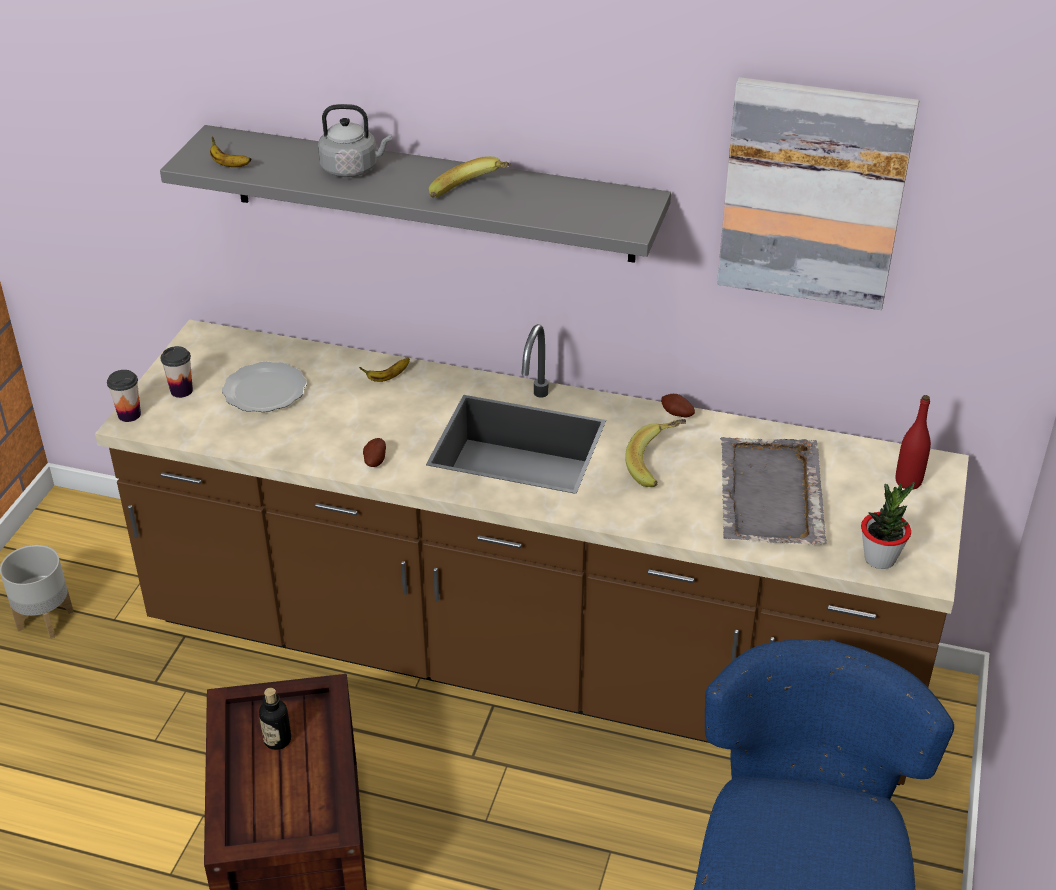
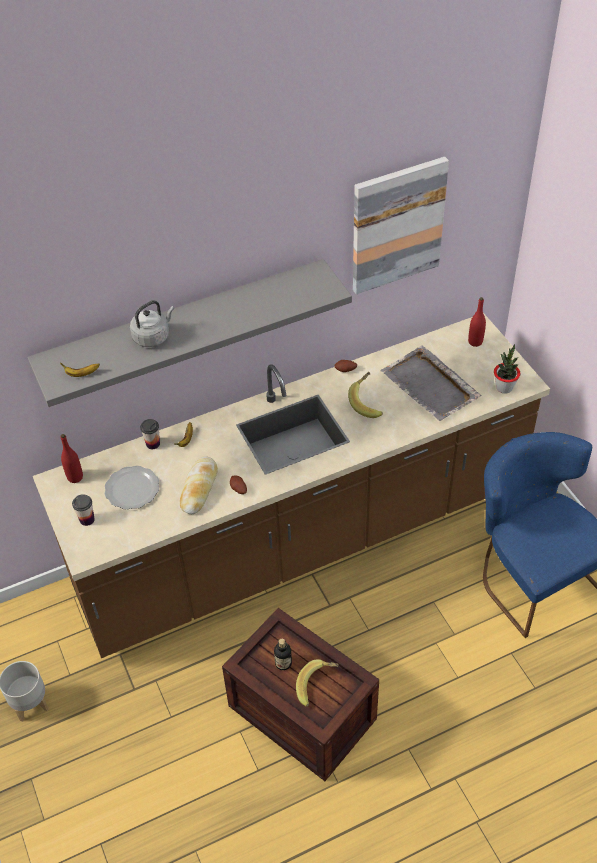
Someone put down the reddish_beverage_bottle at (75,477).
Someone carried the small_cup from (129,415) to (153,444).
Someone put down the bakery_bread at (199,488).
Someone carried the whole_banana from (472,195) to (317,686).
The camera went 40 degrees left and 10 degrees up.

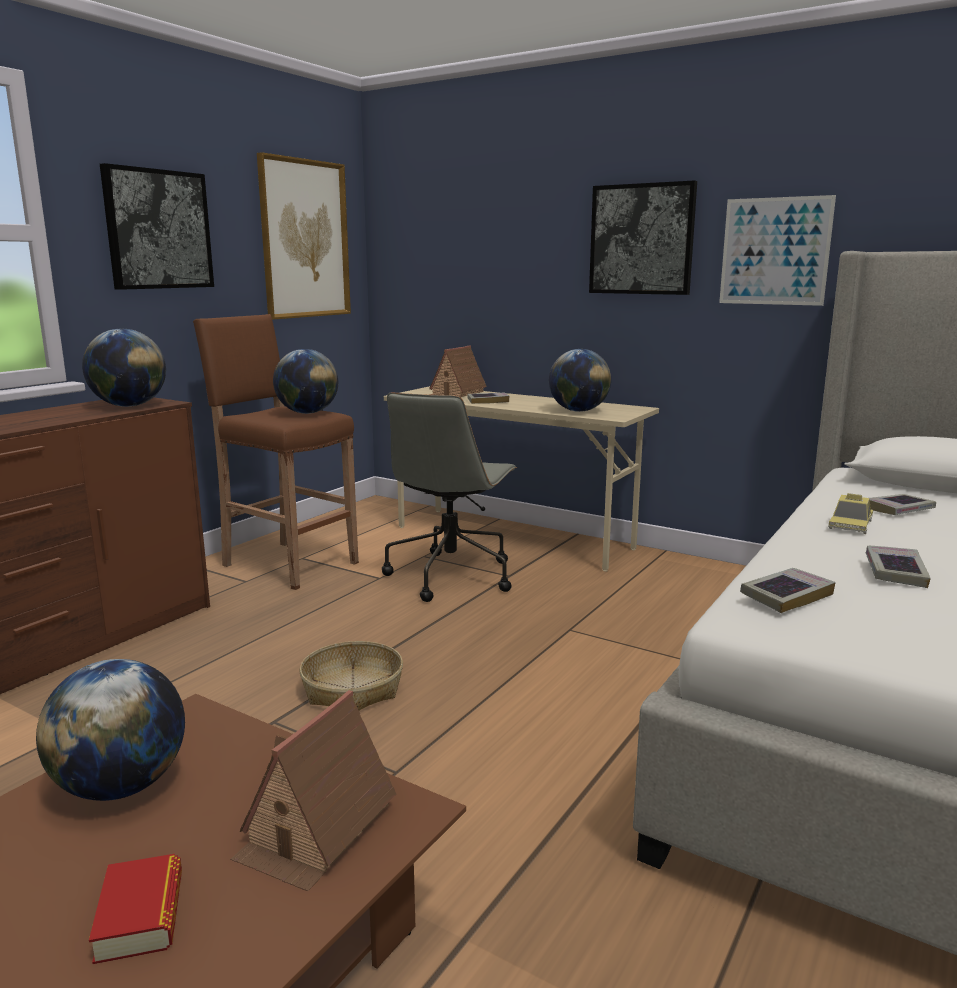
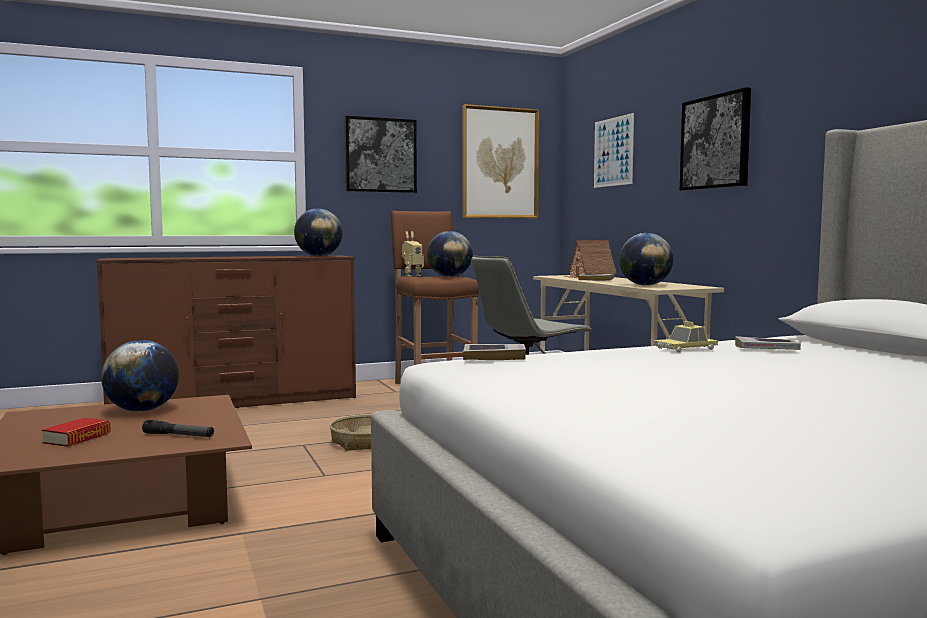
Someone swapped the miniature_house at (316,829) for the torch at (178,435).
Someone put down the toy_robot at (411,276).
Someone carried the picture from (775,251) to (613,152).
Someone took away the bound_book at (895,572).
The camera went 35 degrees right and 10 degrees down.

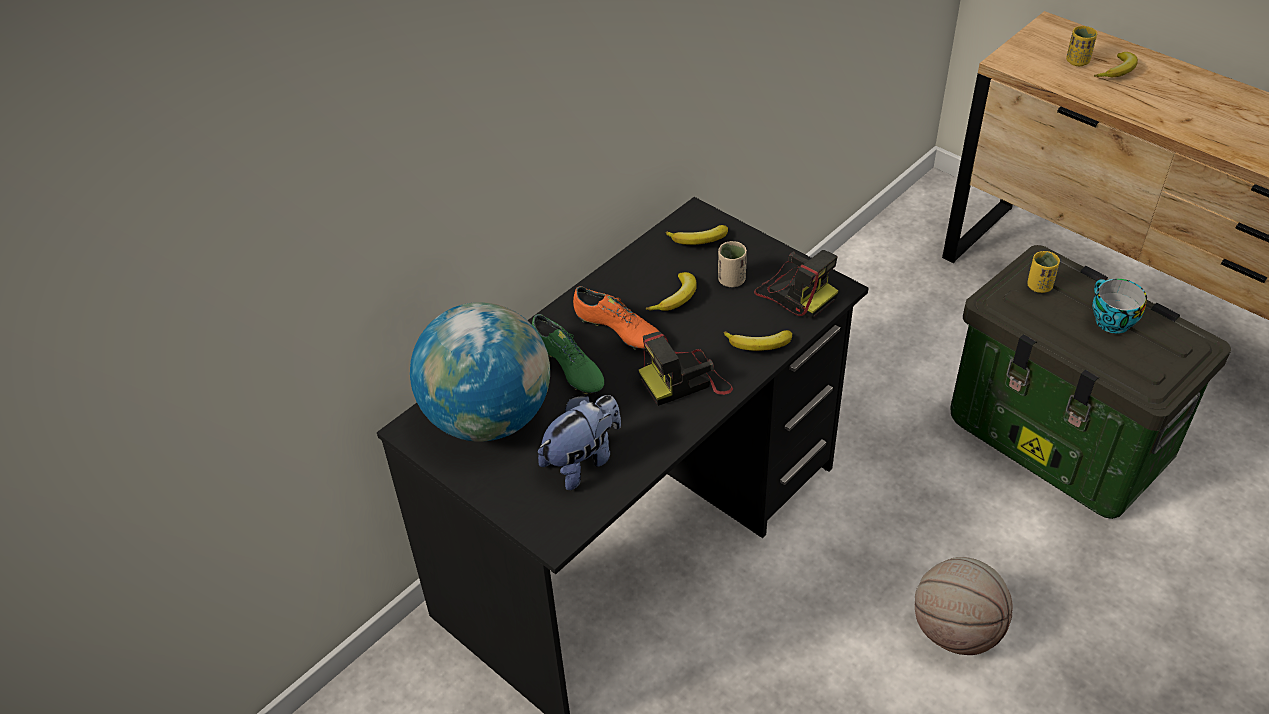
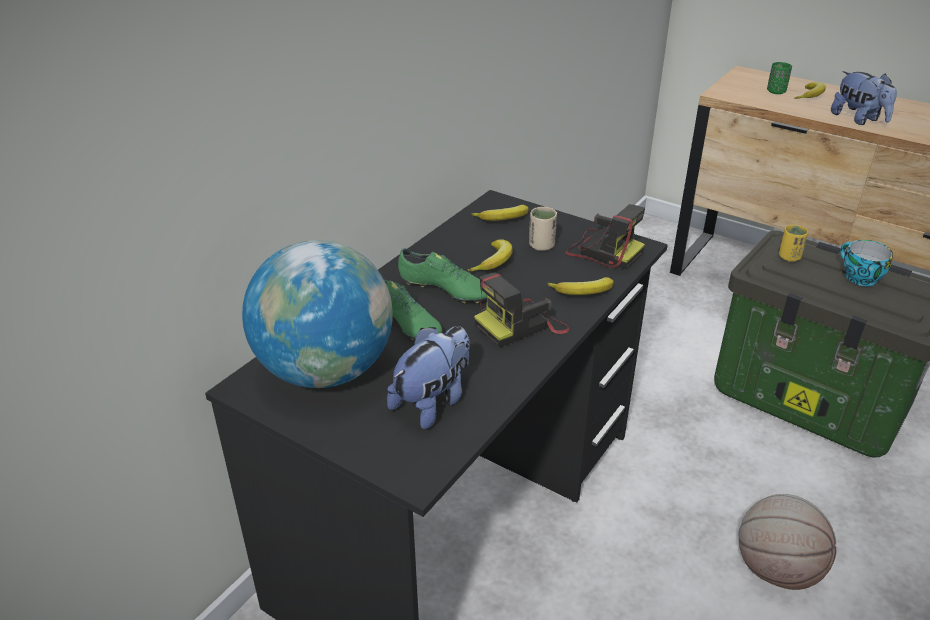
Someone repainted the orange_item_of_footwear at (618,331), which became the green_item_of_footwear at (444,290).
Someone repainted the yellowish_small_cup at (1077,61), which became the green_small_cup at (776,91).
Someone put down the plush_toy at (858,119).
The camera went 10 degrees left and 10 degrees down.

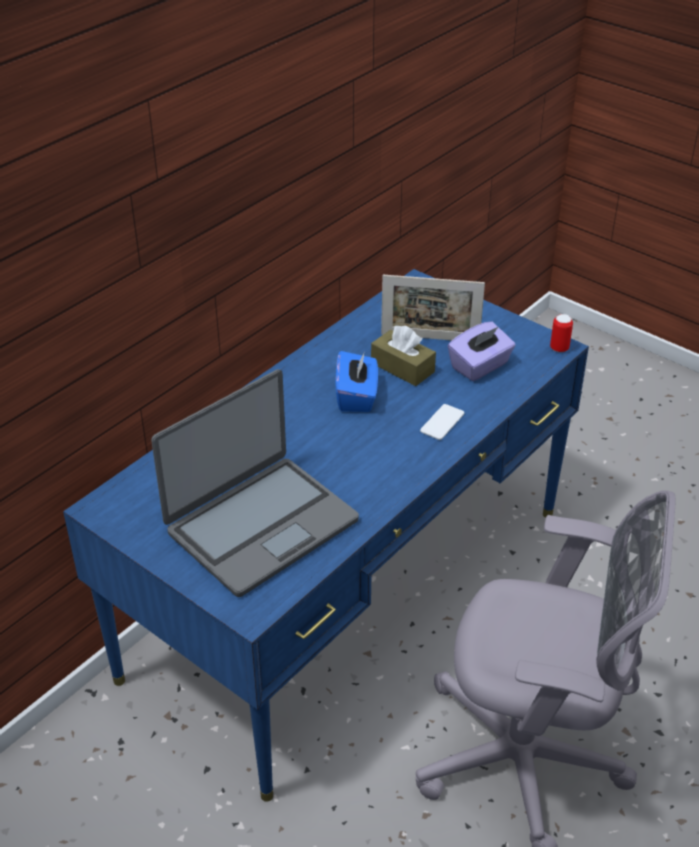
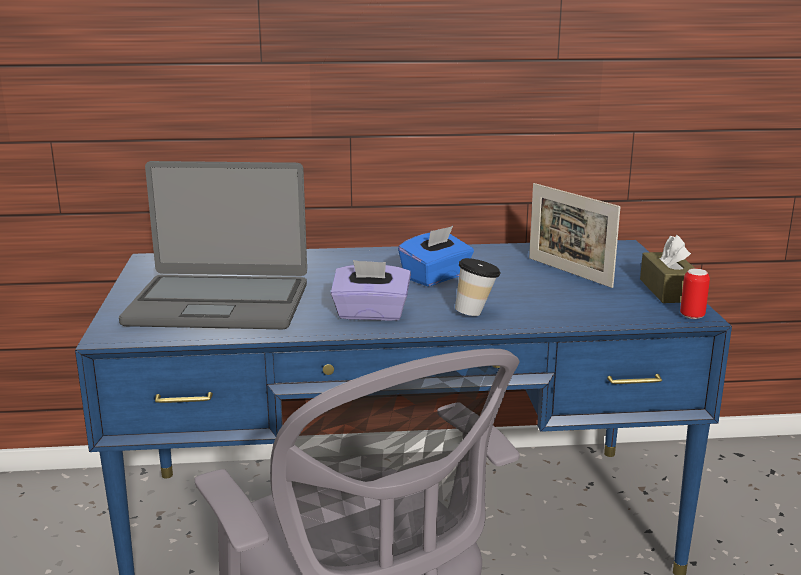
Someone carried the purplish_box_of_tissues from (480,366) to (371,314).
Someone swapped the handset at (442,422) for the small_cup at (476,313).
Someone carried the brown_box_of_tissues from (402,367) to (668,290).
The camera went 45 degrees right and 20 degrees down.

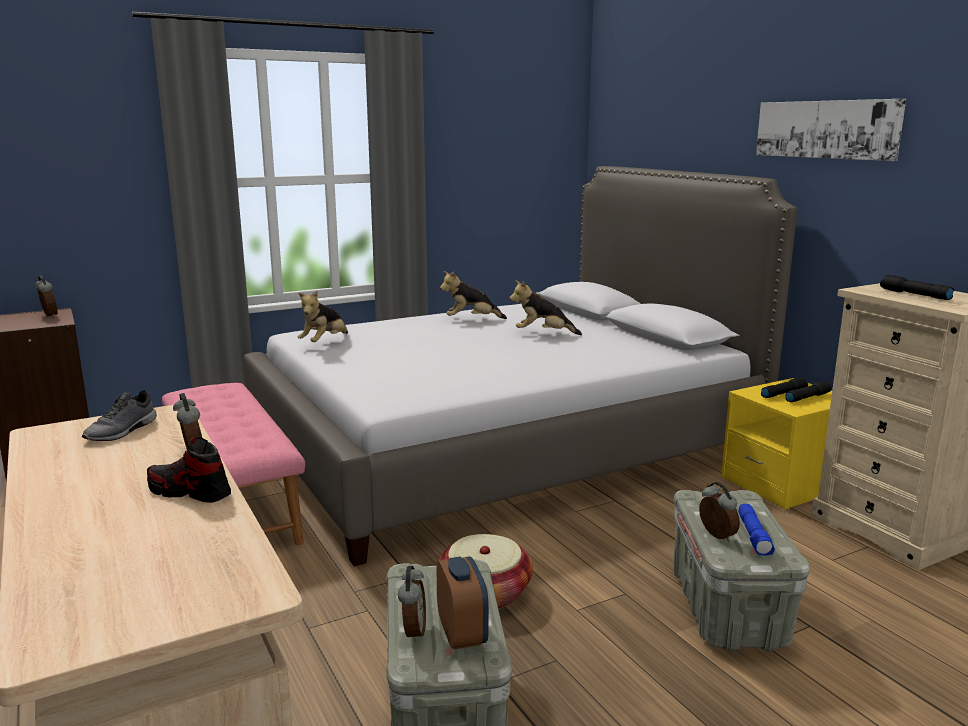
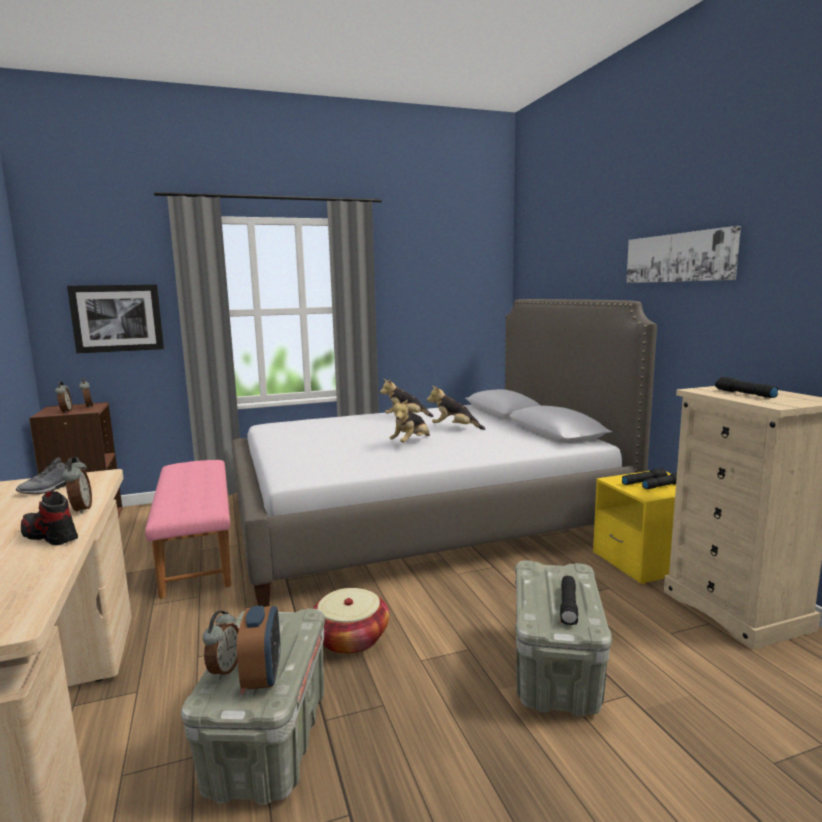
Someone carried the bedside_clock from (716,536) to (65,412).
Someone put up the picture at (117,318).
Someone carried the plush_toy from (324,342) to (411,443).
Someone repainted the blue-coloured_torch at (754,537), which became the black-coloured_torch at (569,606).
The camera went 10 degrees right and 5 degrees down.

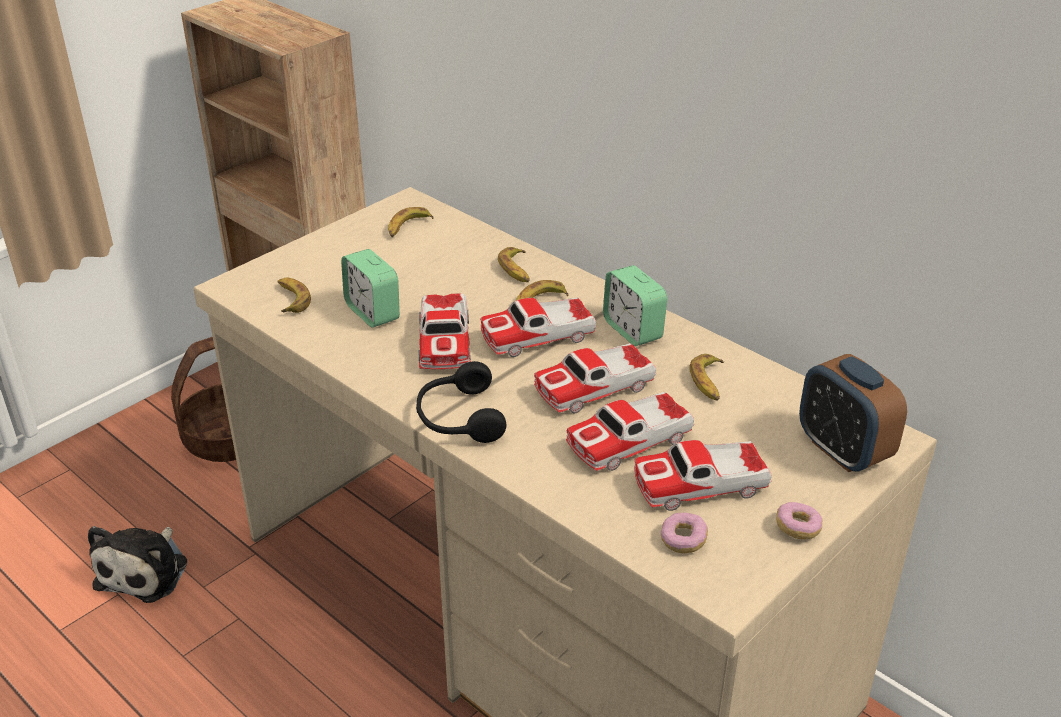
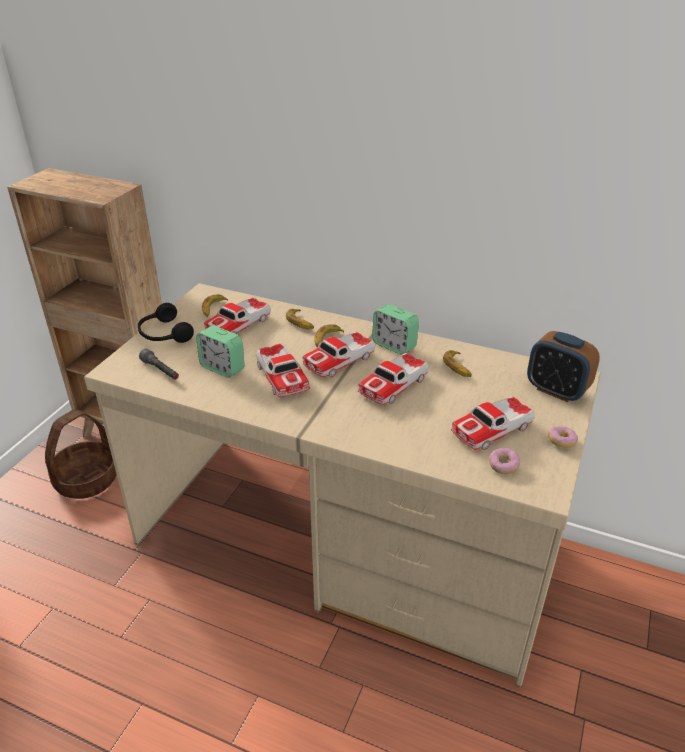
Someone carried the black-coloured_headset from (458,418) to (163,334).
Someone swapped the whole_banana at (291,299) for the gray_torch at (161,370).
Someone carried the miniature_car from (630,441) to (239,325).
Someone took away the plush_toy at (145,571).
The camera went 20 degrees left and 0 degrees up.

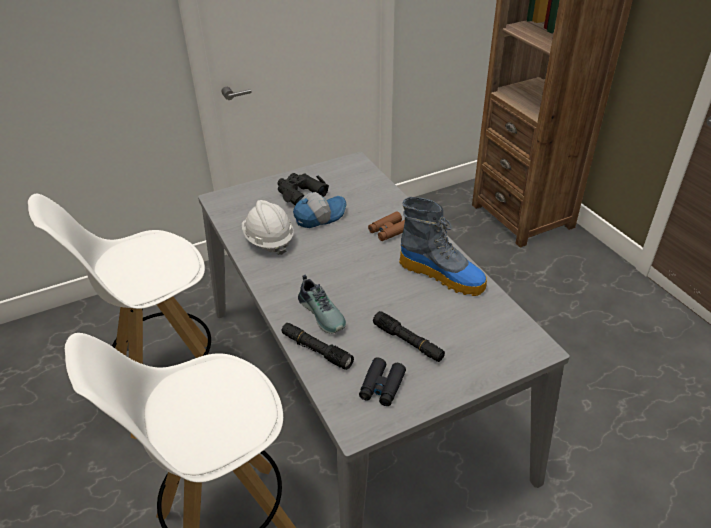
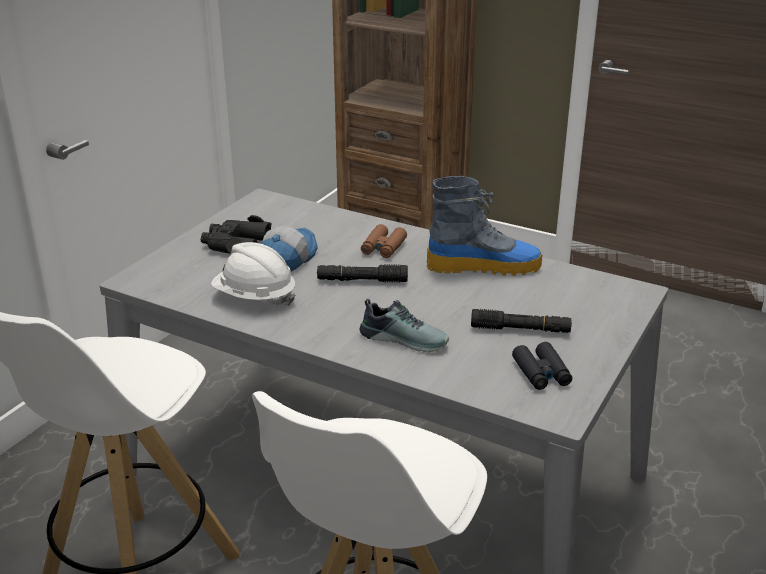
Someone carried the black-coloured_torch from (316,350) to (362,280).
The camera went 35 degrees left and 10 degrees down.

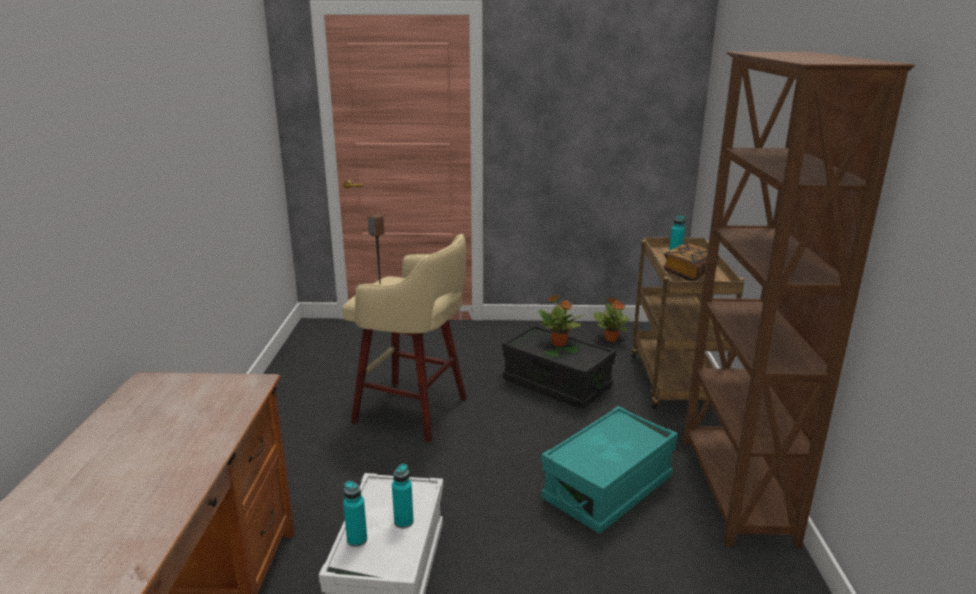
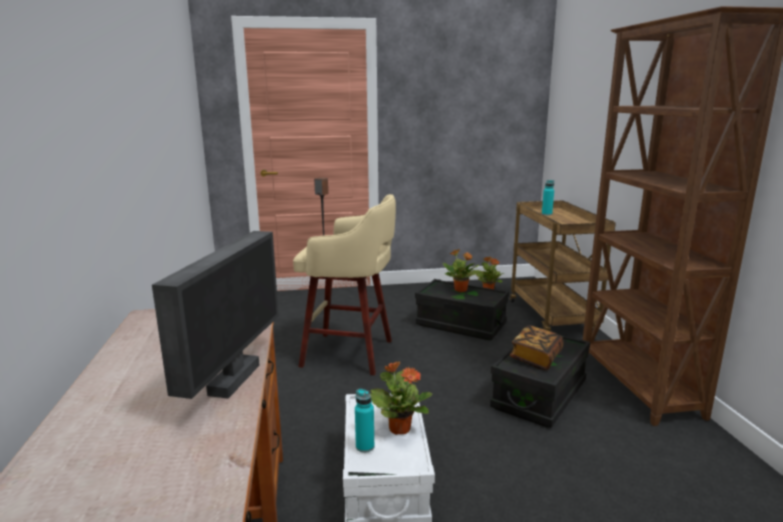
Someone put down the computer_screen at (232,379).
Someone swapped the blue-green_beverage_bottle at (403,522) for the houseplant at (399,428).
Someone repainted the blue-green_storage_box at (607,489), which became the black-coloured_storage_box at (539,395).
Someone carried the bound_book from (688,273) to (536,358).
The camera went 10 degrees left and 5 degrees down.

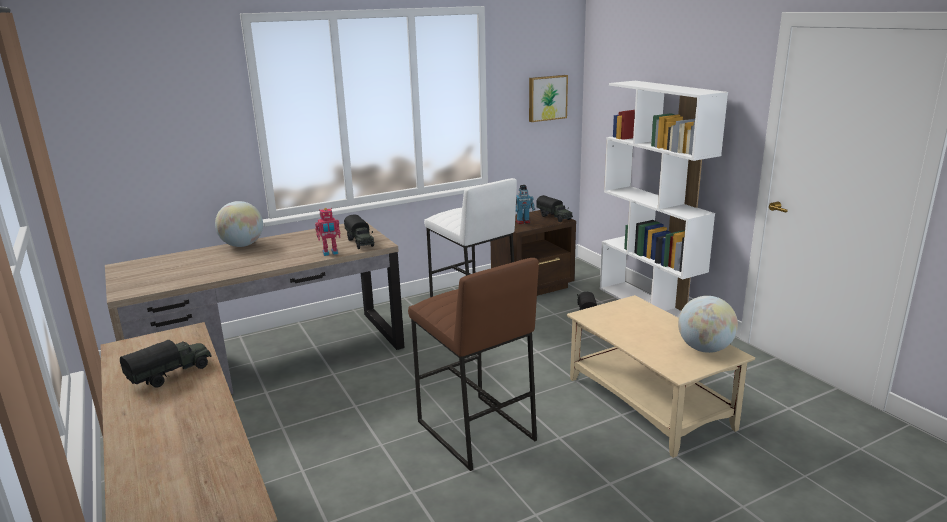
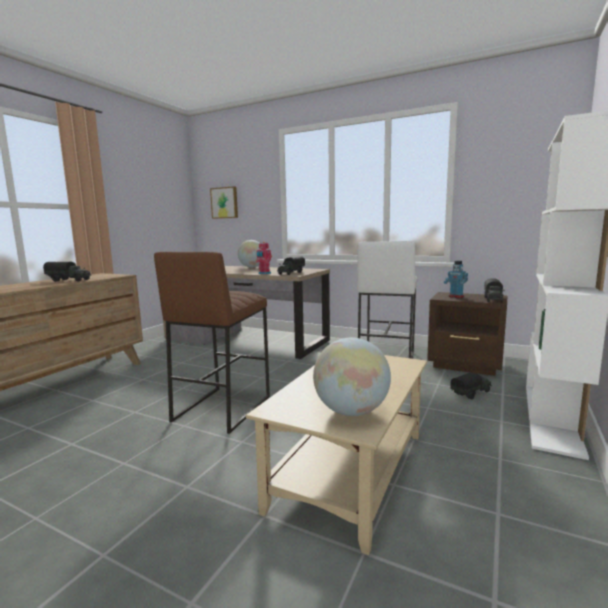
Someone carried the picture from (547,98) to (225,203).
The camera went 55 degrees right and 10 degrees down.

